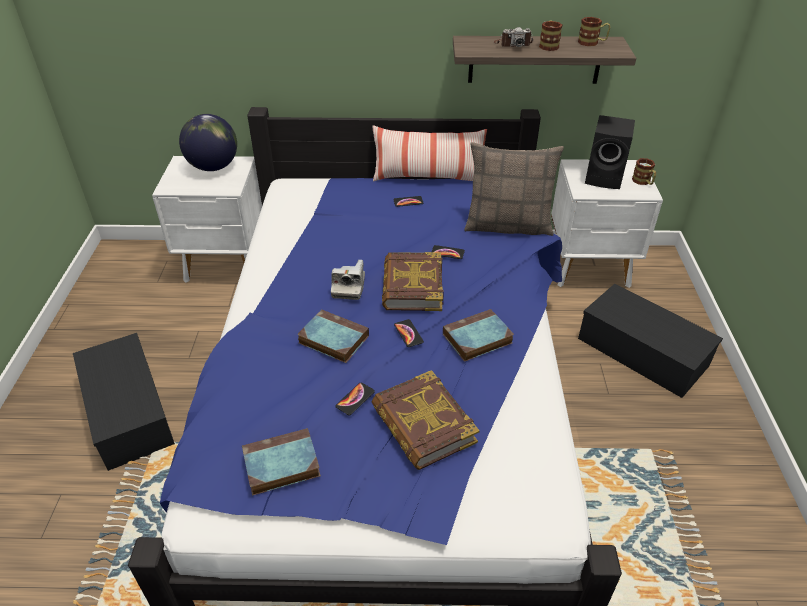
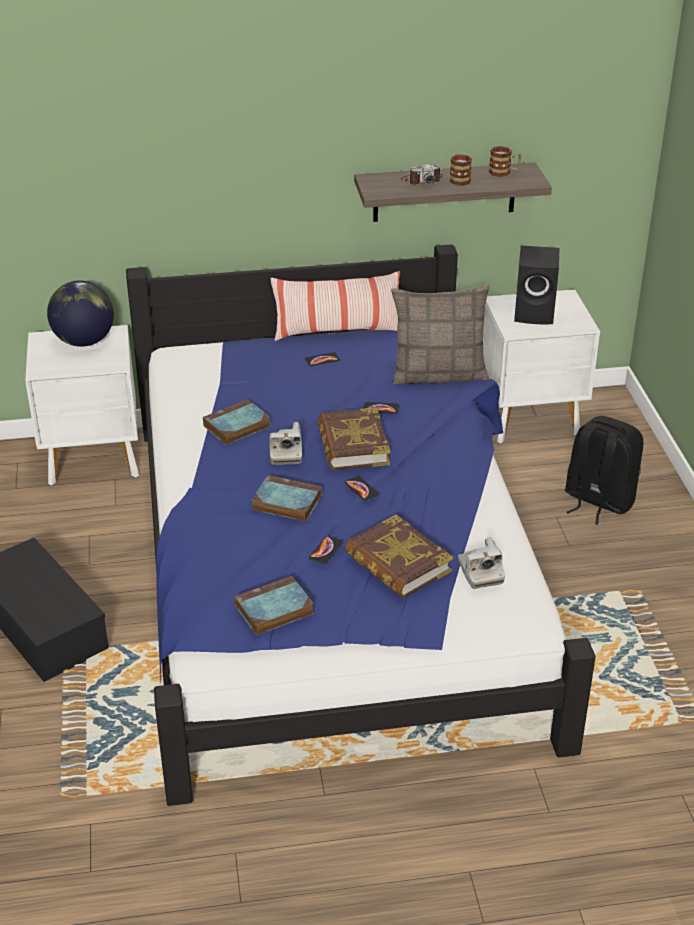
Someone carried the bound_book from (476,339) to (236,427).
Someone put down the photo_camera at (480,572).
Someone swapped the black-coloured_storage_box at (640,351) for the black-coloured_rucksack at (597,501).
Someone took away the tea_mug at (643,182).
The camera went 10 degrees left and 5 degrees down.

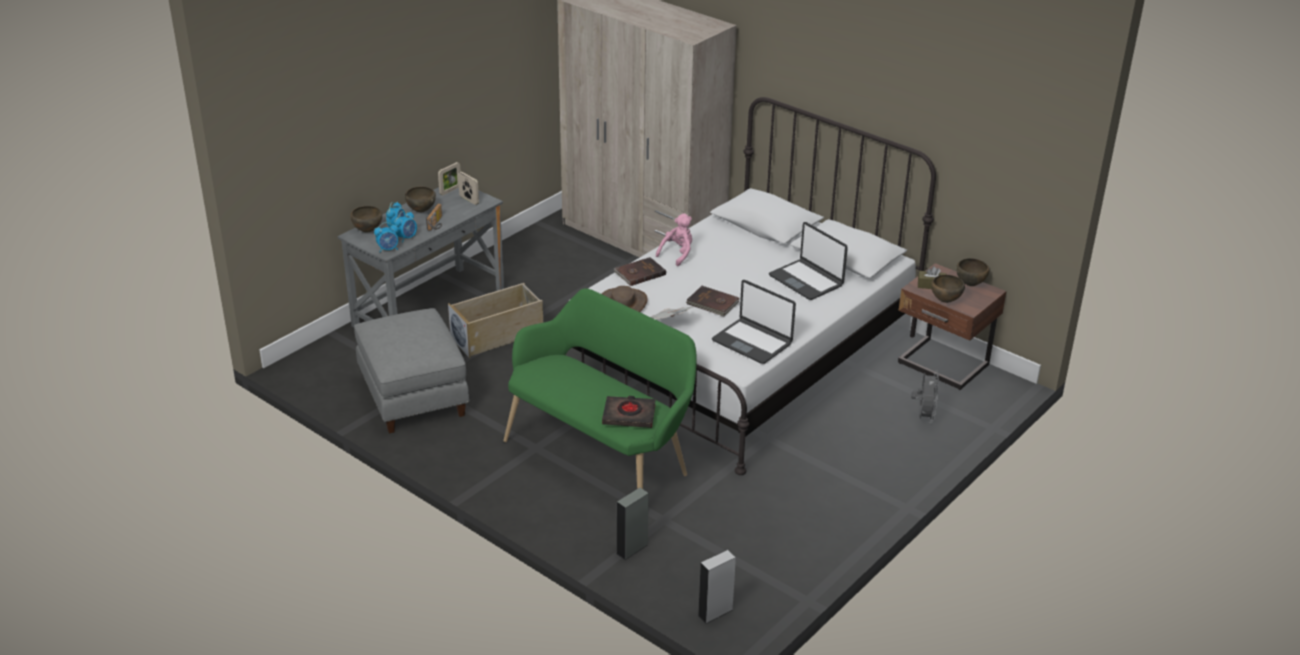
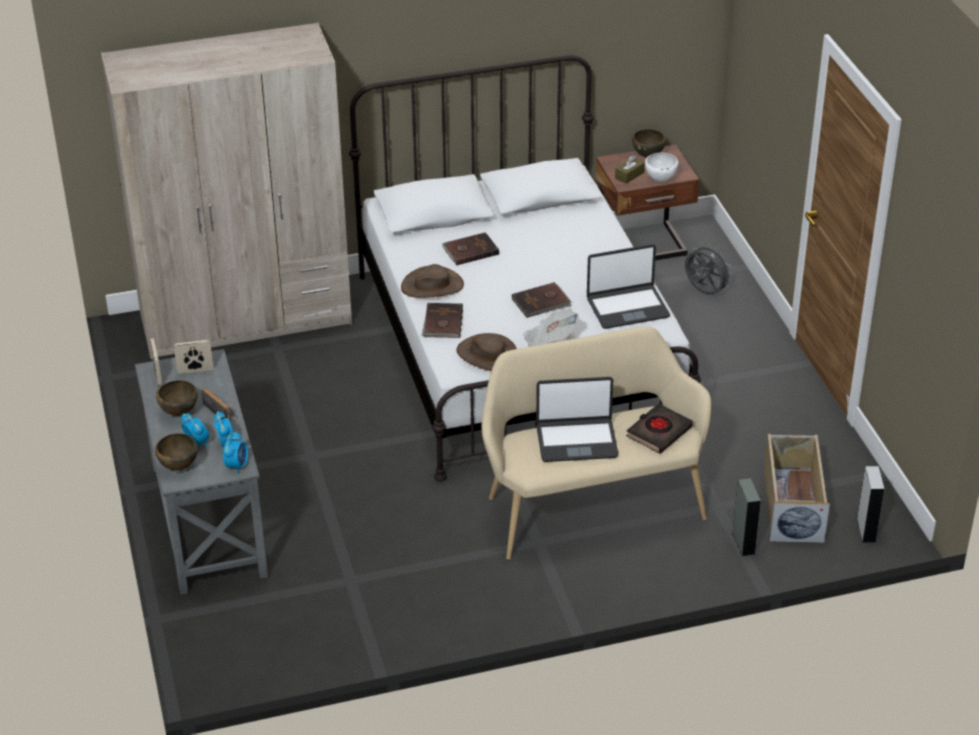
Someone swapped the pink_plush_toy at (677,254) for the brown_hat at (432,286).
Someone put down the brown_bound_book at (470,250).
Someone repainted the green_indoor_bench at (602,456), which became the beige_indoor_bench at (590,503).
Someone carried the notebook_computer from (806,280) to (576,441).
Someone repainted the brown_serving_bowl at (945,301), which became the white-coloured_serving_bowl at (660,180).
Someone carried the beige_storage_box from (498,335) to (792,504).
Someone took away the gray_footrest at (414,396).
The camera went 55 degrees left and 5 degrees up.

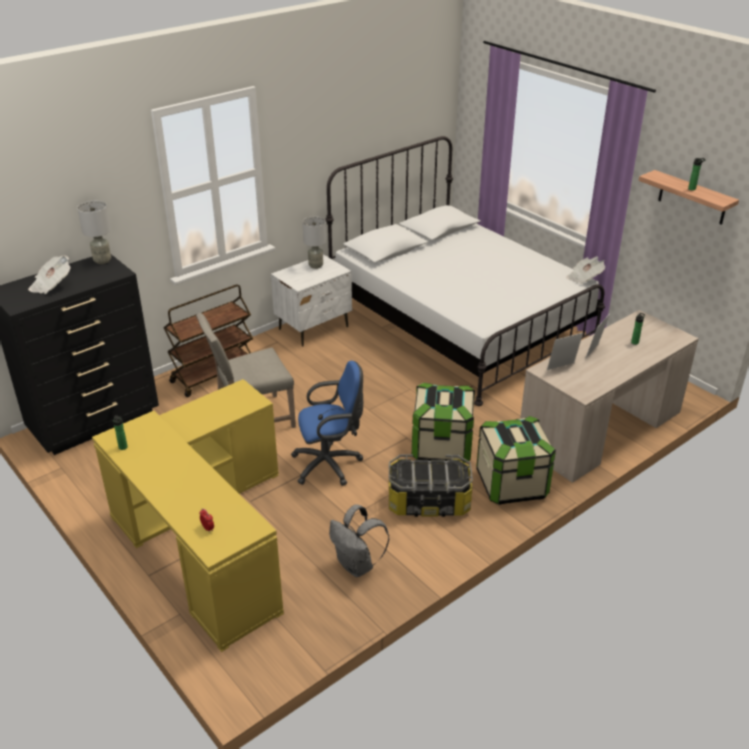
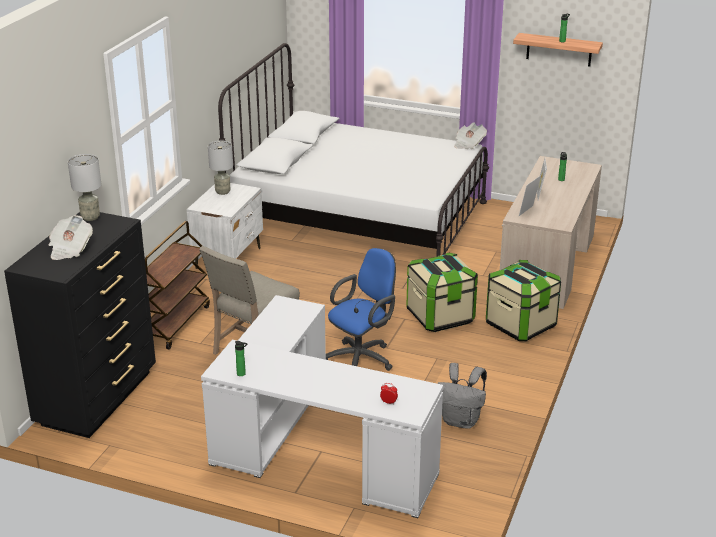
Someone repainted the yellowish_desk_unit at (202,537), which became the white-coloured_desk_unit at (310,448).
Someone took away the storage_box at (428,502).
The camera went 30 degrees left and 5 degrees down.

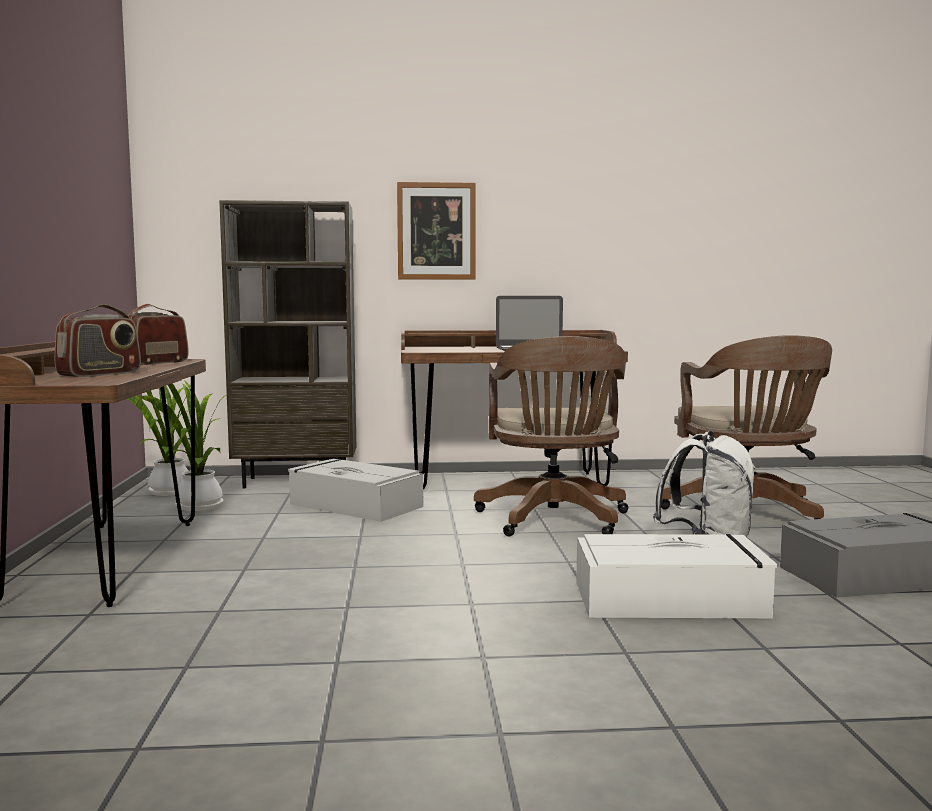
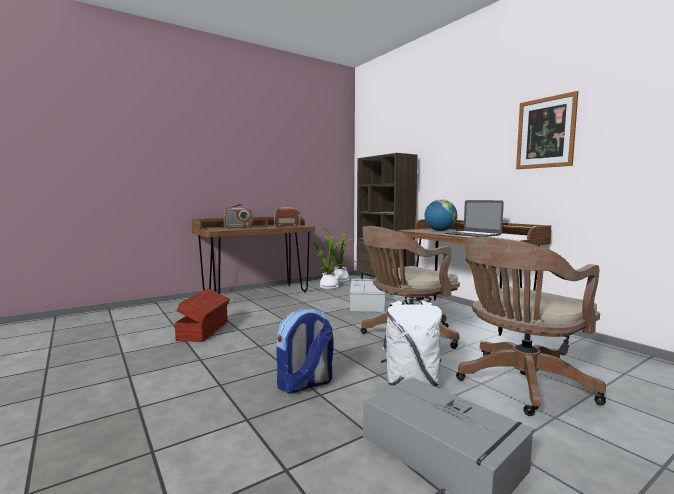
Someone put down the brown_storage_box at (204,330).
Someone swapped the white-coloured_storage_box at (672,599) for the rucksack at (305,384).
Someone put down the world_globe at (440,231).
Someone carried the picture from (436,231) to (545,133).
The camera went 60 degrees right and 0 degrees up.

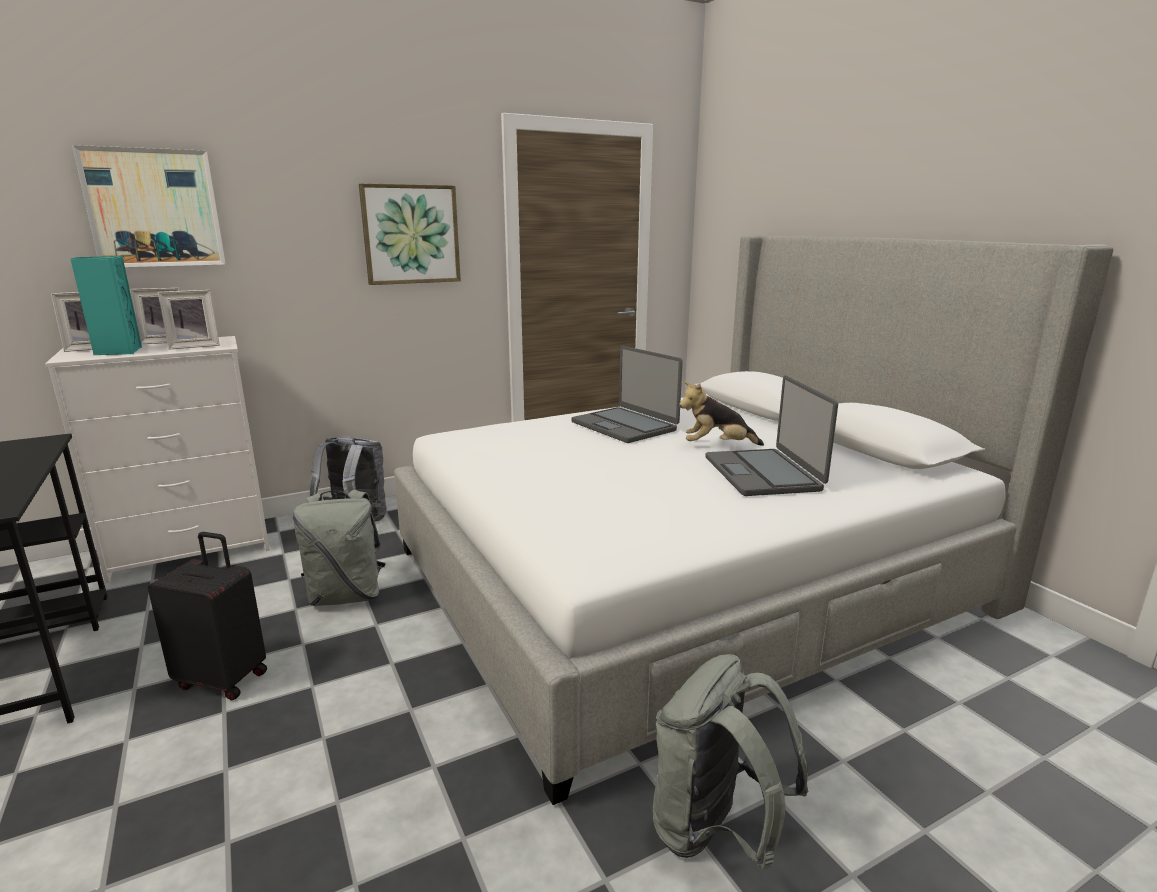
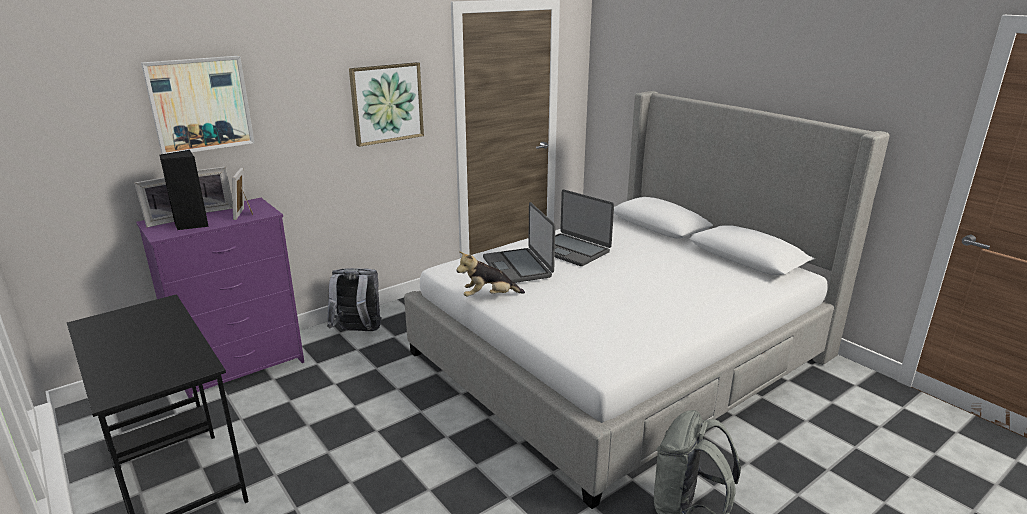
Someone repainted the white-coloured_dresser at (194,549), which became the purplish_dresser at (242,367).
Someone repainted the blue-green_speaker at (118,351), which became the black-coloured_speaker at (191,224).
Someone rotated the photo_frame at (194,346) by 120 degrees clockwise.
Someone carried the plush_toy from (717,446) to (489,297).
Someone carried the notebook_computer from (763,474) to (518,267).
Someone took away the black-coloured_piece_of_luggage at (224,678).
Someone took away the gray_rucksack at (346,596).
The camera went 10 degrees left and 5 degrees up.

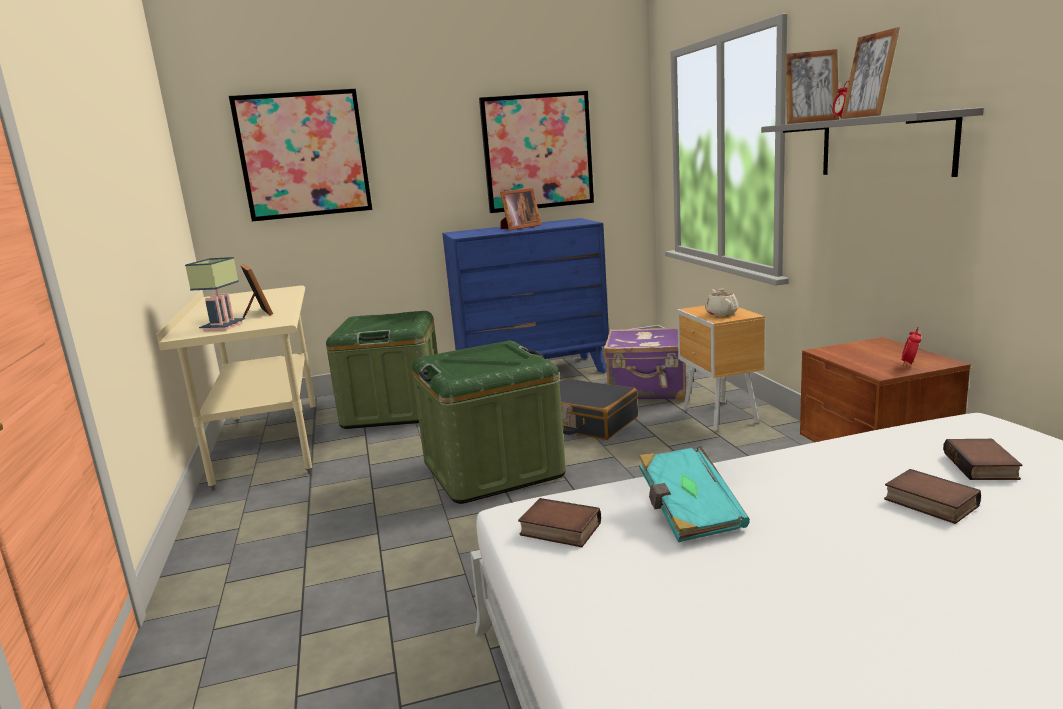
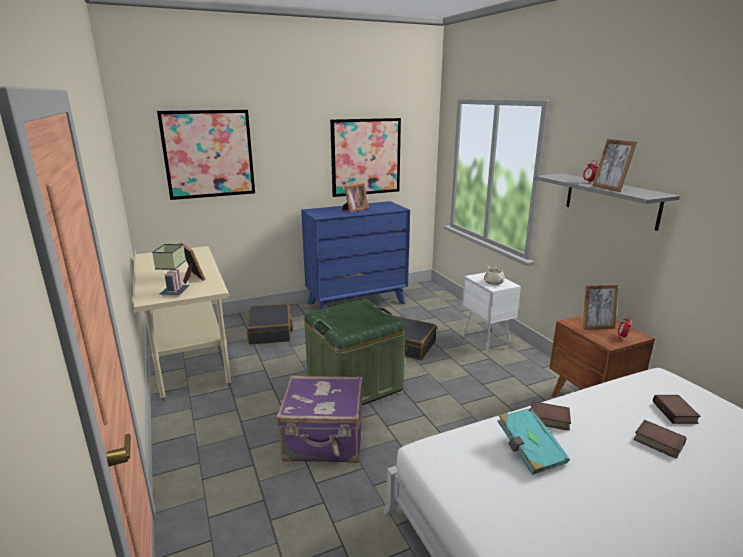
Someone swapped the green_storage_box at (393,410) for the black-coloured_piece_of_luggage at (270,331).
Someone carried the purplish_piece_of_luggage from (648,390) to (324,441).
Someone repainted the brown_bedside_table at (719,417), which became the white-coloured_bedside_table at (485,343).
Someone carried the bound_book from (558,530) to (549,420).
Someone carried the photo_frame from (811,122) to (596,327).
The camera went 10 degrees left and 5 degrees up.

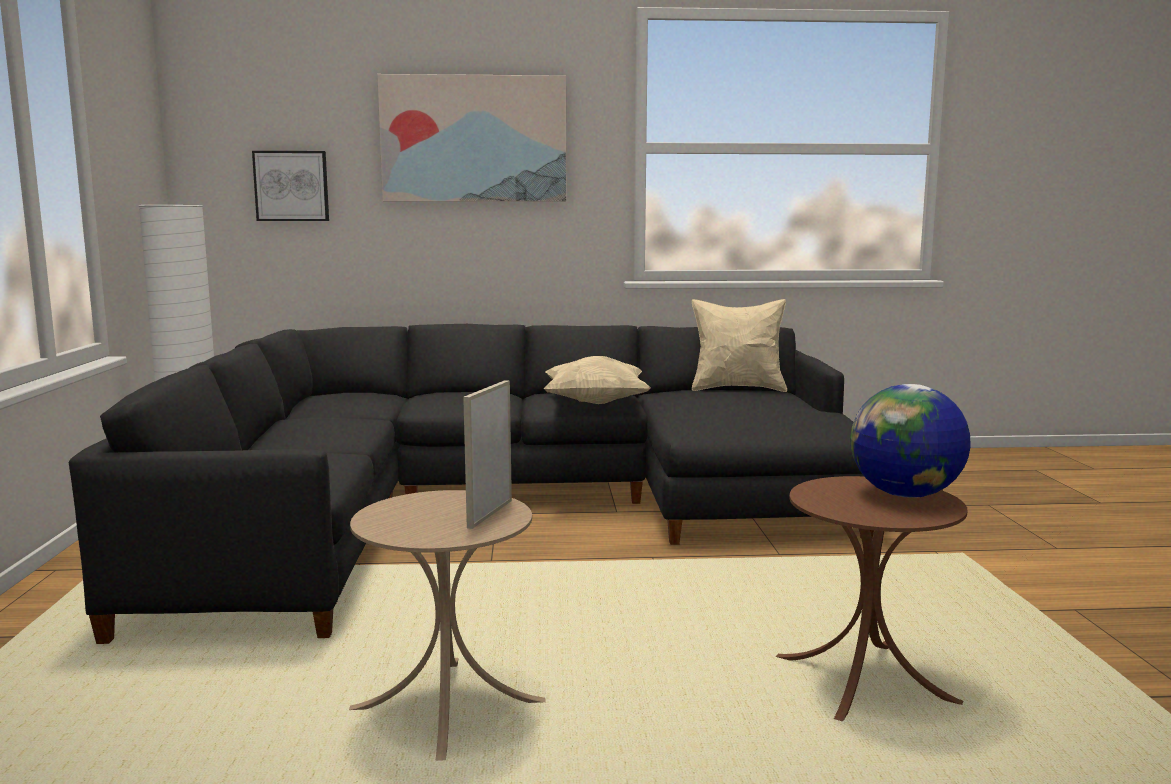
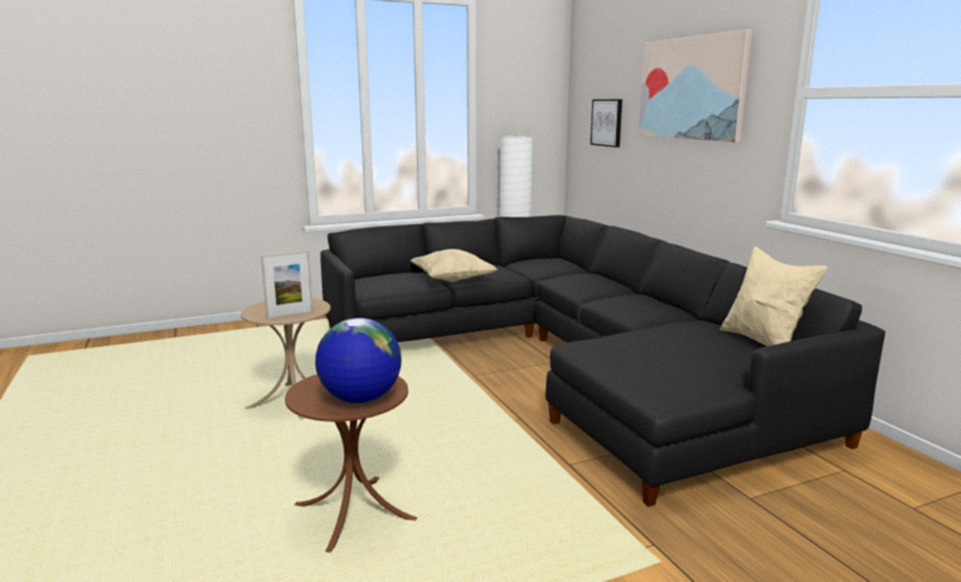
Someone rotated the photo_frame at (490,514) by 150 degrees clockwise.
Someone carried the beige_throw_pillow from (595,403) to (452,280).
The camera went 70 degrees right and 5 degrees up.

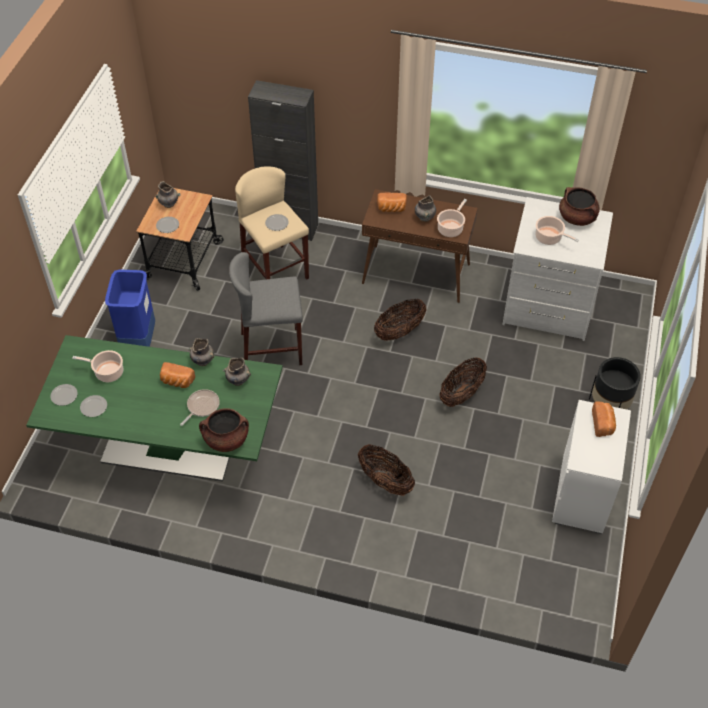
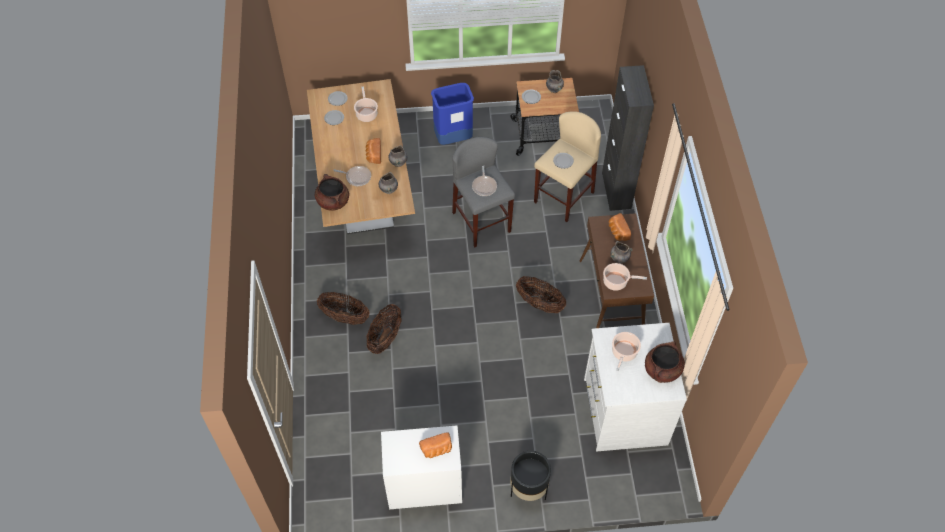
Someone repainted the green_dining_table at (169,447), which became the beige_dining_table at (365,193).
Someone carried the storage_basket from (461,393) to (344,317).
Someone put down the skillet at (484,186).
The camera went 70 degrees right and 5 degrees up.

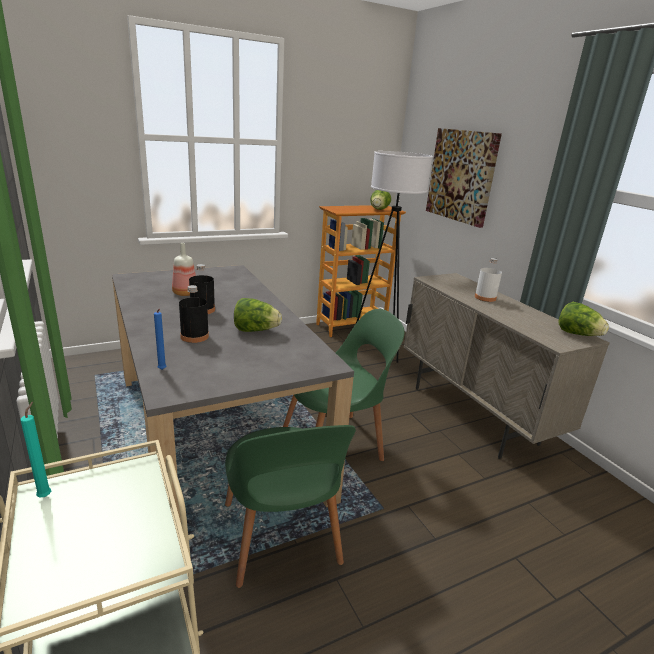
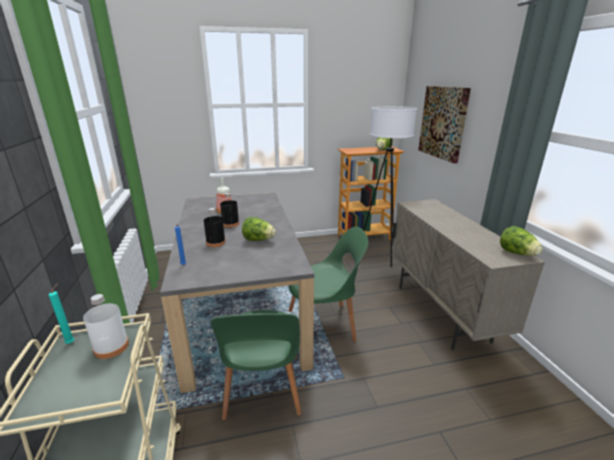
Someone carried the white-coloured_beverage_bottle from (485,298) to (111,347).
The camera went 15 degrees right and 0 degrees up.

